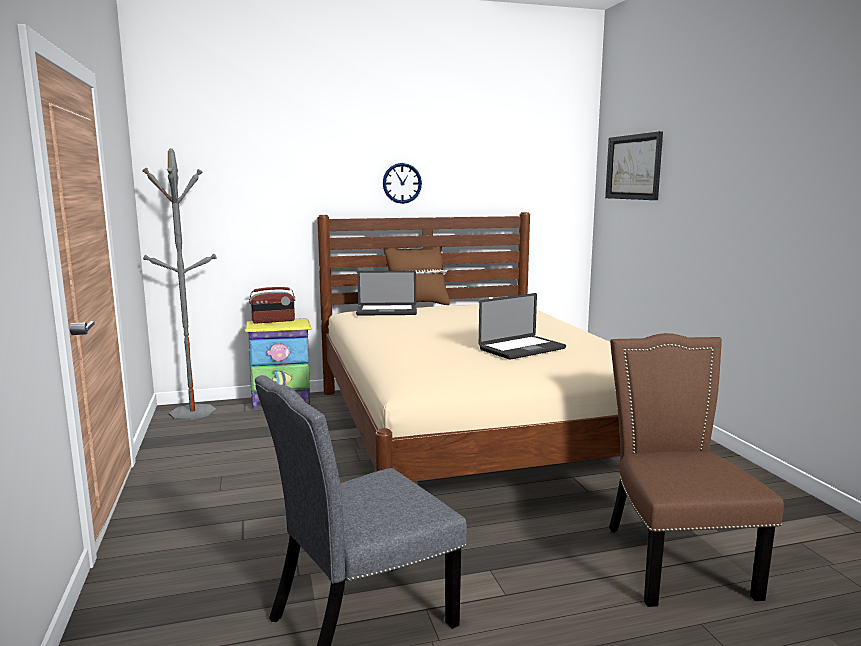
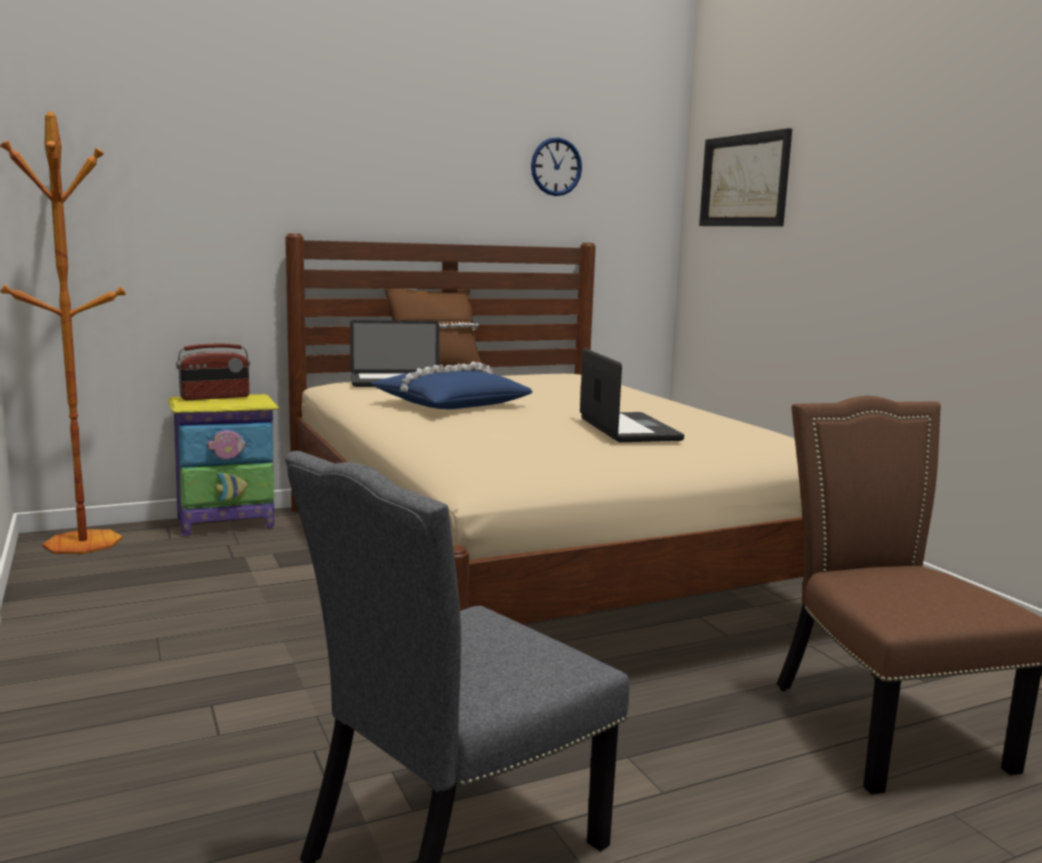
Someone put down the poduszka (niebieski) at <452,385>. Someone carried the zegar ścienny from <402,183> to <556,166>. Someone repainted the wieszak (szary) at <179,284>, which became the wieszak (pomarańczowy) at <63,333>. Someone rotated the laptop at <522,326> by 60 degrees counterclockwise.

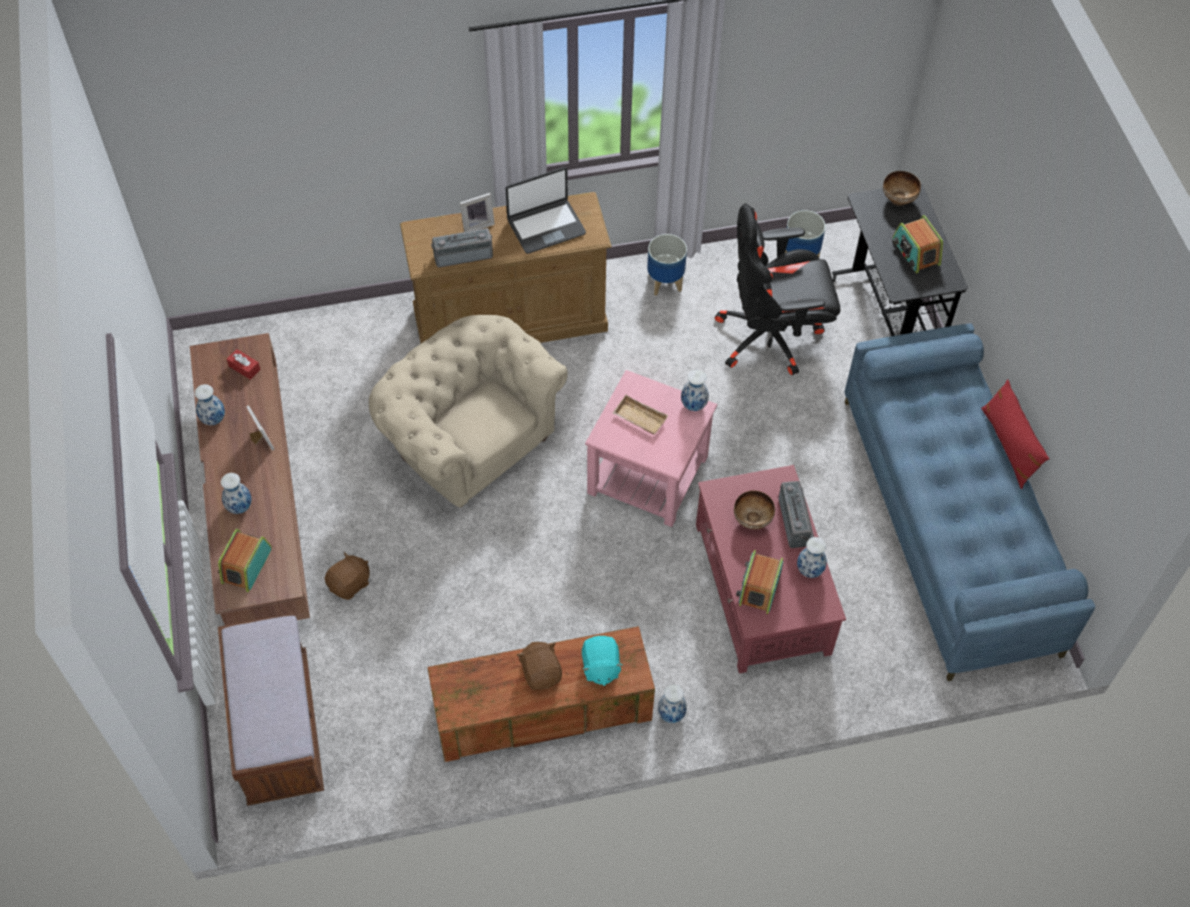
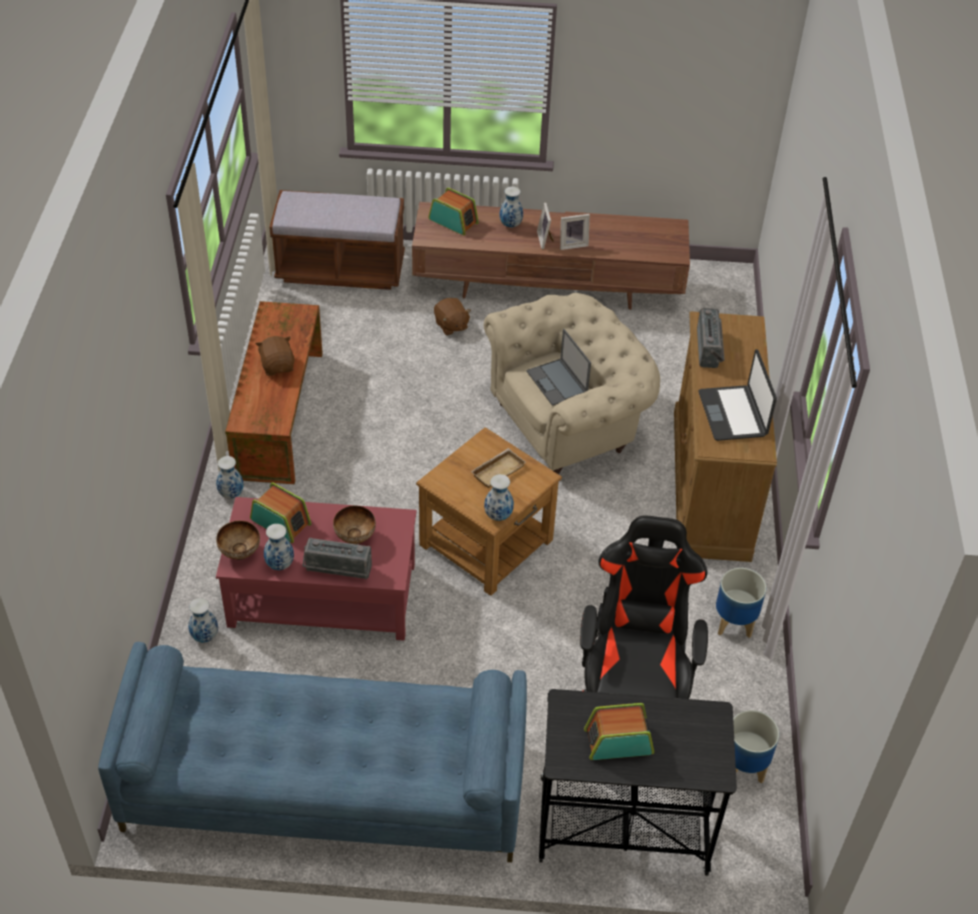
Someone took away the pudełko chusteczek (czerwony) at <244,364>. Someone took away the pluszak (turkusowy) at <602,661>. Someone took away the poduszka (czerwony) at <1015,434>. Someone put down the laptop at <558,367>. Someone carried the wazon from <210,404> to <203,620>. Someone carried the ramka na zdjęcie from <477,212> to <545,226>. Someone carried the miska from <902,188> to <238,540>. Someone repainted the stolik (różowy) at <651,448>, which became the stolik (brązowy) at <489,511>. Someone rotated the pluszak (brązowy) at <539,666> by 105 degrees counterclockwise.

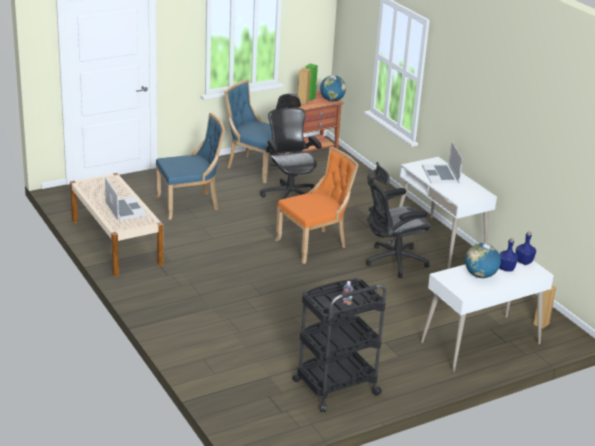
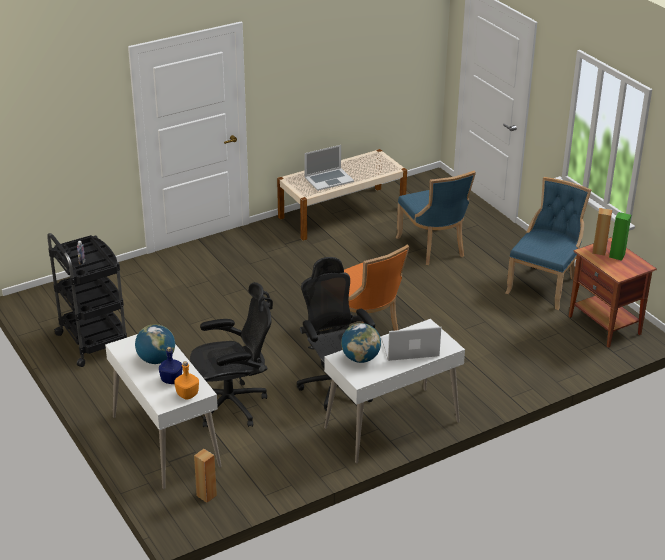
Someone carried the krzesło biurowe from <291,146> to <231,354>. Someone carried the globus from <333,88> to <361,343>. Someone repainted the butelka (niebieski) at <526,248>, which became the butelka (pomarańczowy) at <186,380>.

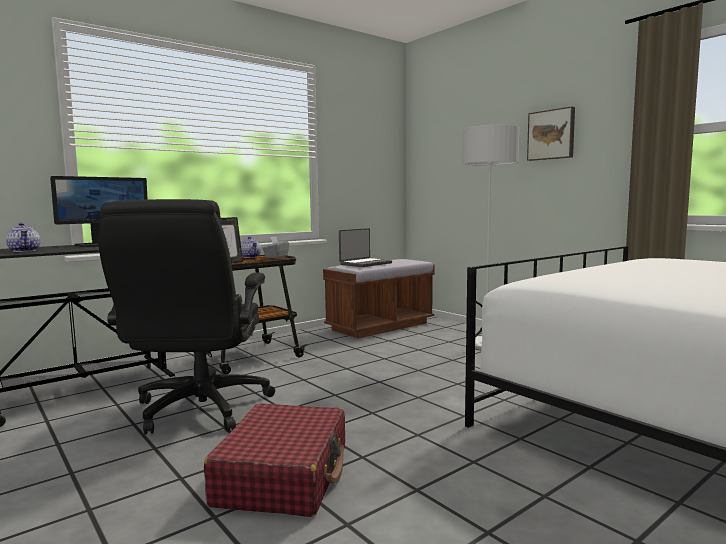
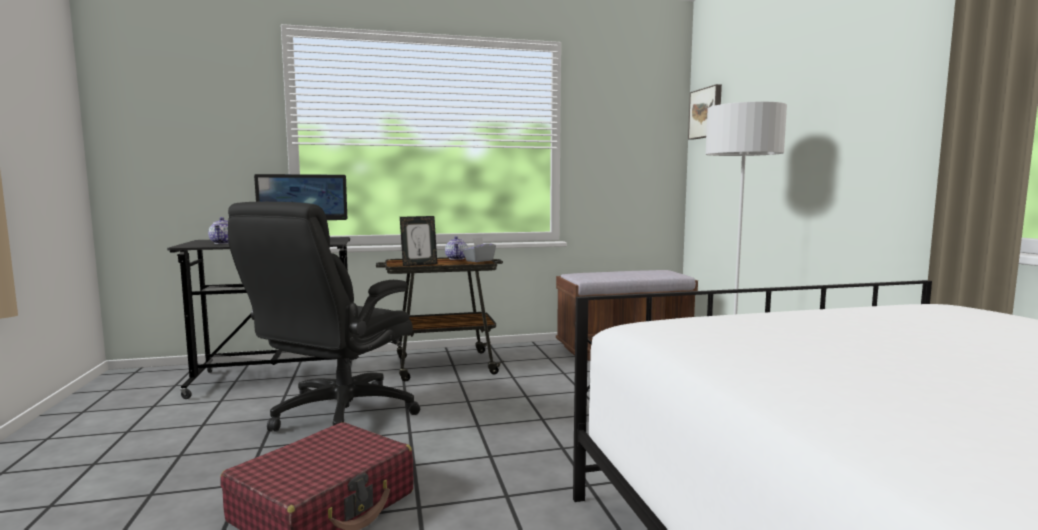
Someone took away the laptop at <365,247>. Someone carried the obraz from <551,133> to <705,112>.

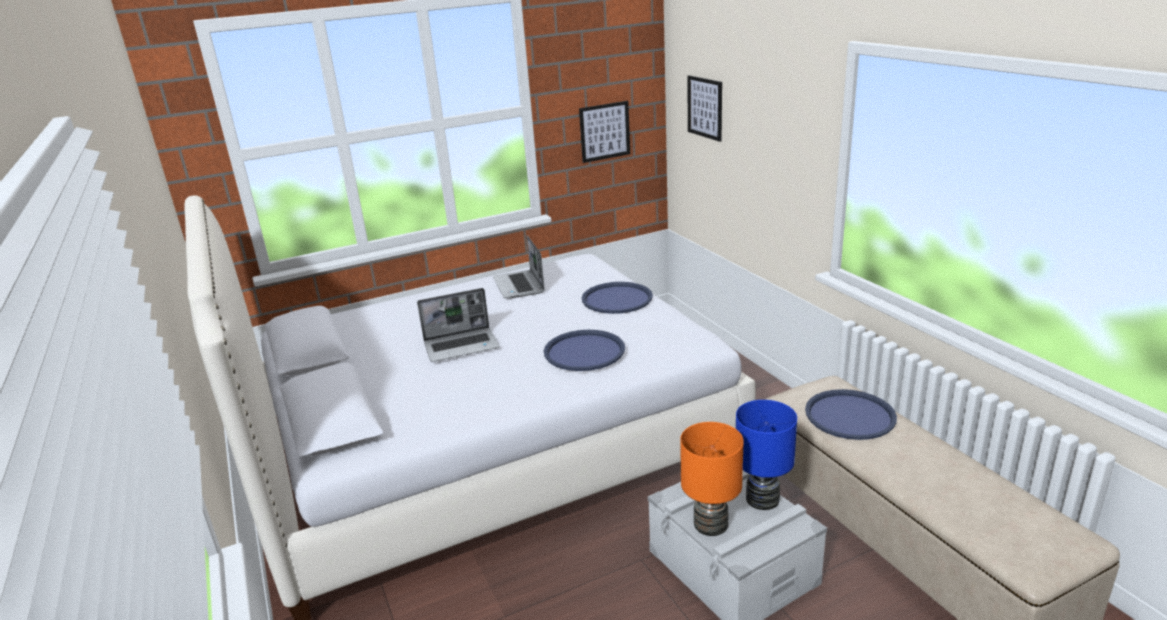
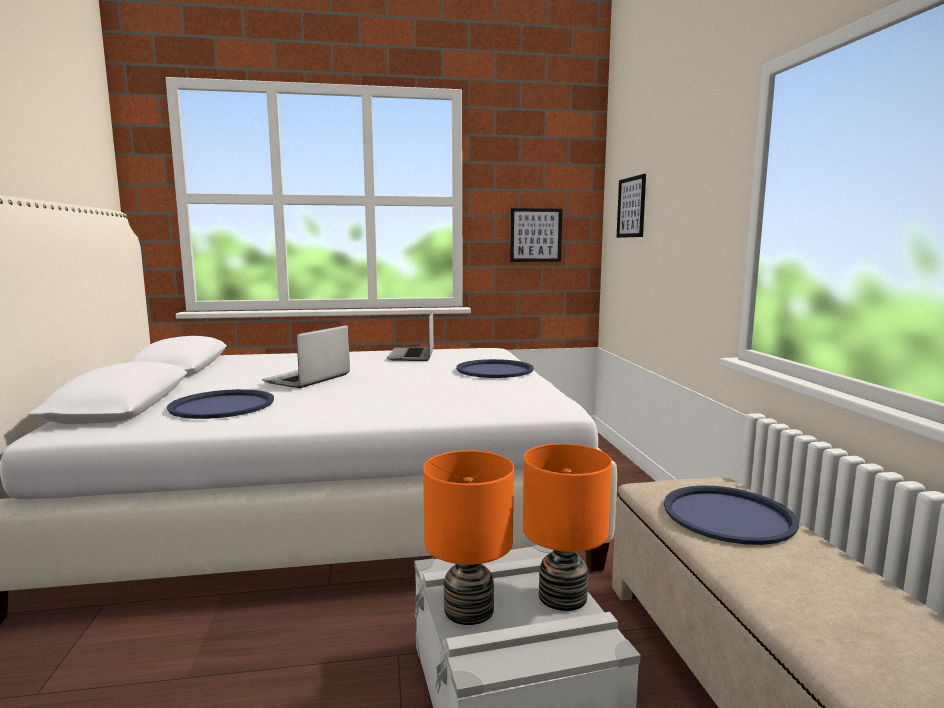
Someone carried the taca (niebieski) from <584,350> to <220,404>. Someone repainted the lampa stołowa (niebieski) at <766,455>, which became the lampa stołowa (pomarańczowy) at <567,527>. Someone rotated the laptop at <458,325> by 120 degrees clockwise.

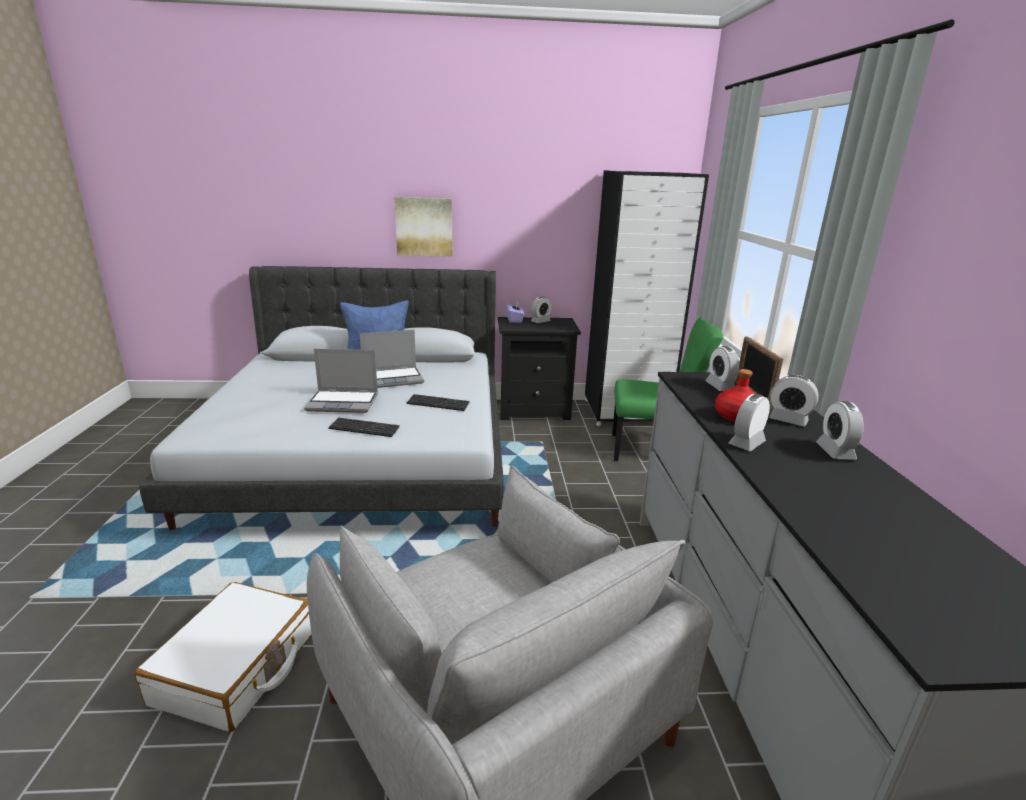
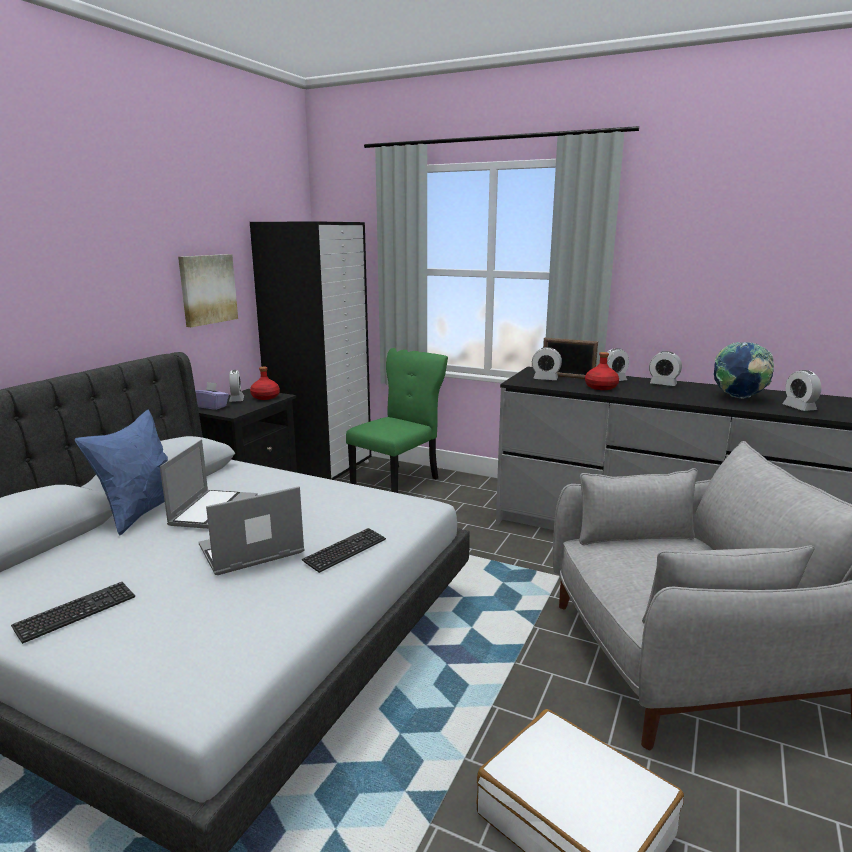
Someone put down the butelka (czerwony) at <265,383>. Someone put down the globus at <744,370>. Someone carried the obraz from <423,227> to <208,290>. Someone carried the klawiatura from <438,402> to <73,613>. Someone carried the budzik from <749,422> to <801,390>. Someone rotated the laptop at <341,381> by 150 degrees counterclockwise.

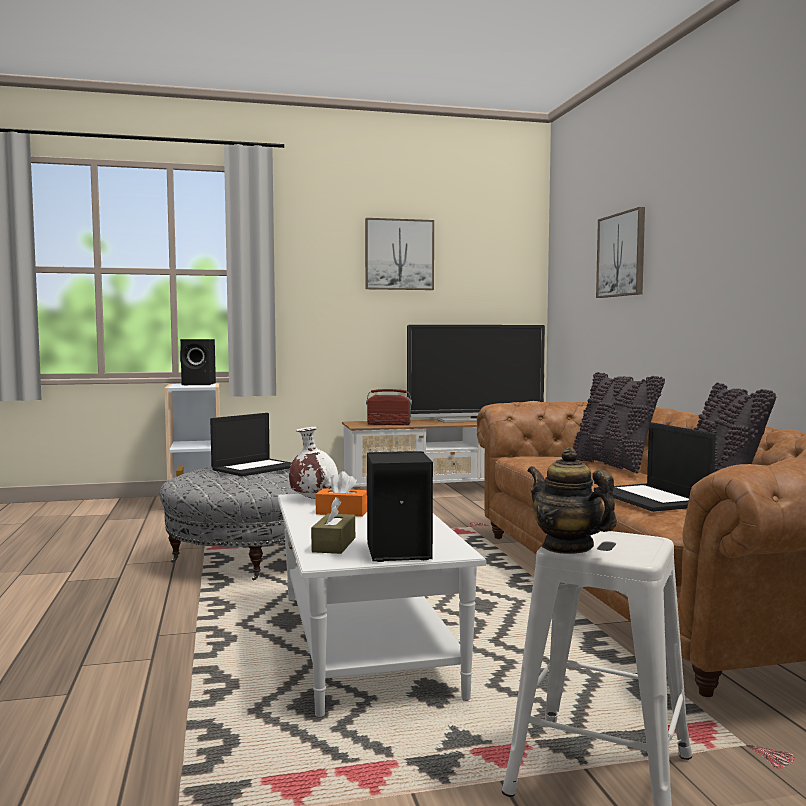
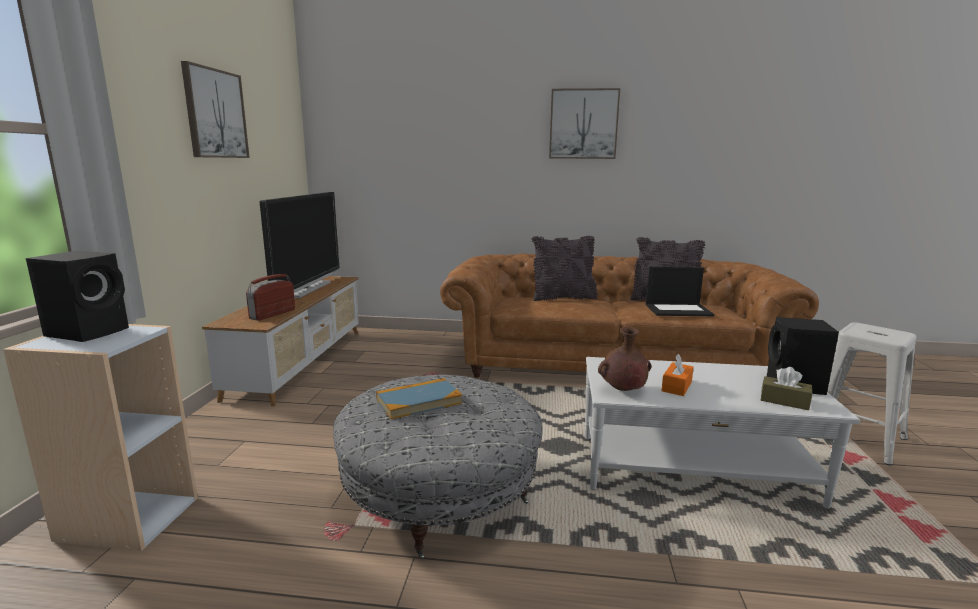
Someone took away the imbryk at <572,500>. Someone carried the obraz from <620,252> to <584,123>. Someone swapped the laptop at <251,445> for the książka at <419,398>. Someone repainted the wazon (biały) at <313,463>, which became the wazon (brązowy) at <624,358>.

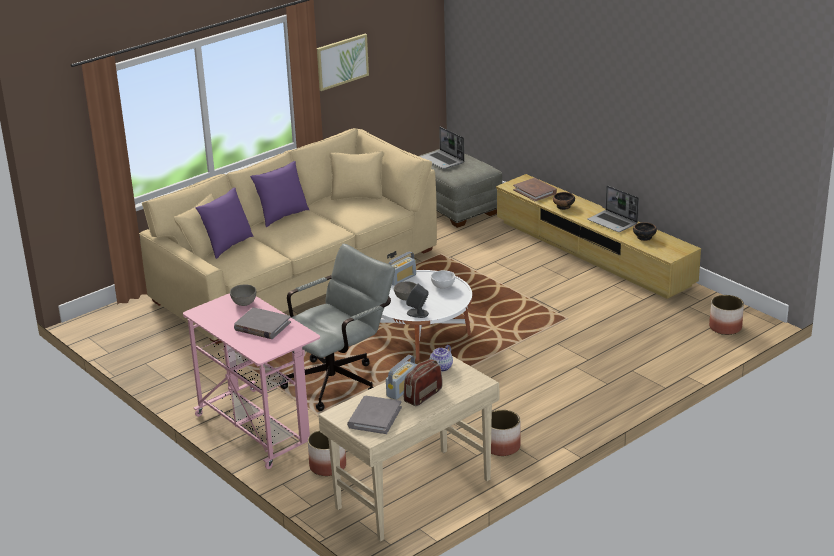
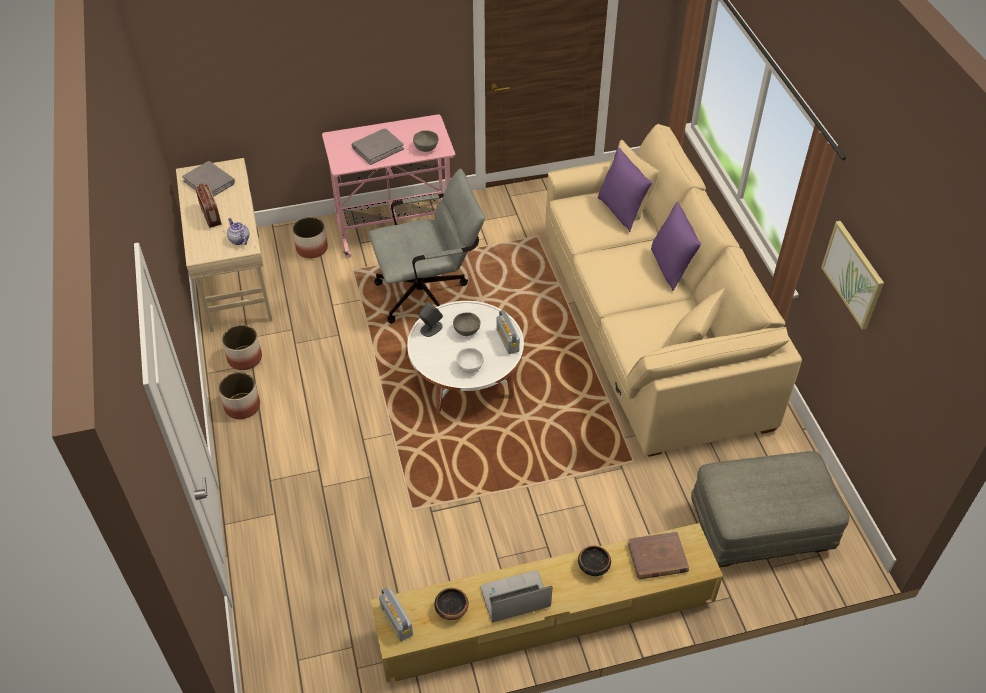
Someone took away the laptop at <442,148>. Someone carried the radio from <401,377> to <396,614>. Someone carried the donica from <726,315> to <239,395>. Someone rotated the krzesło biurowe (szary) at <337,327> by 90 degrees counterclockwise.

